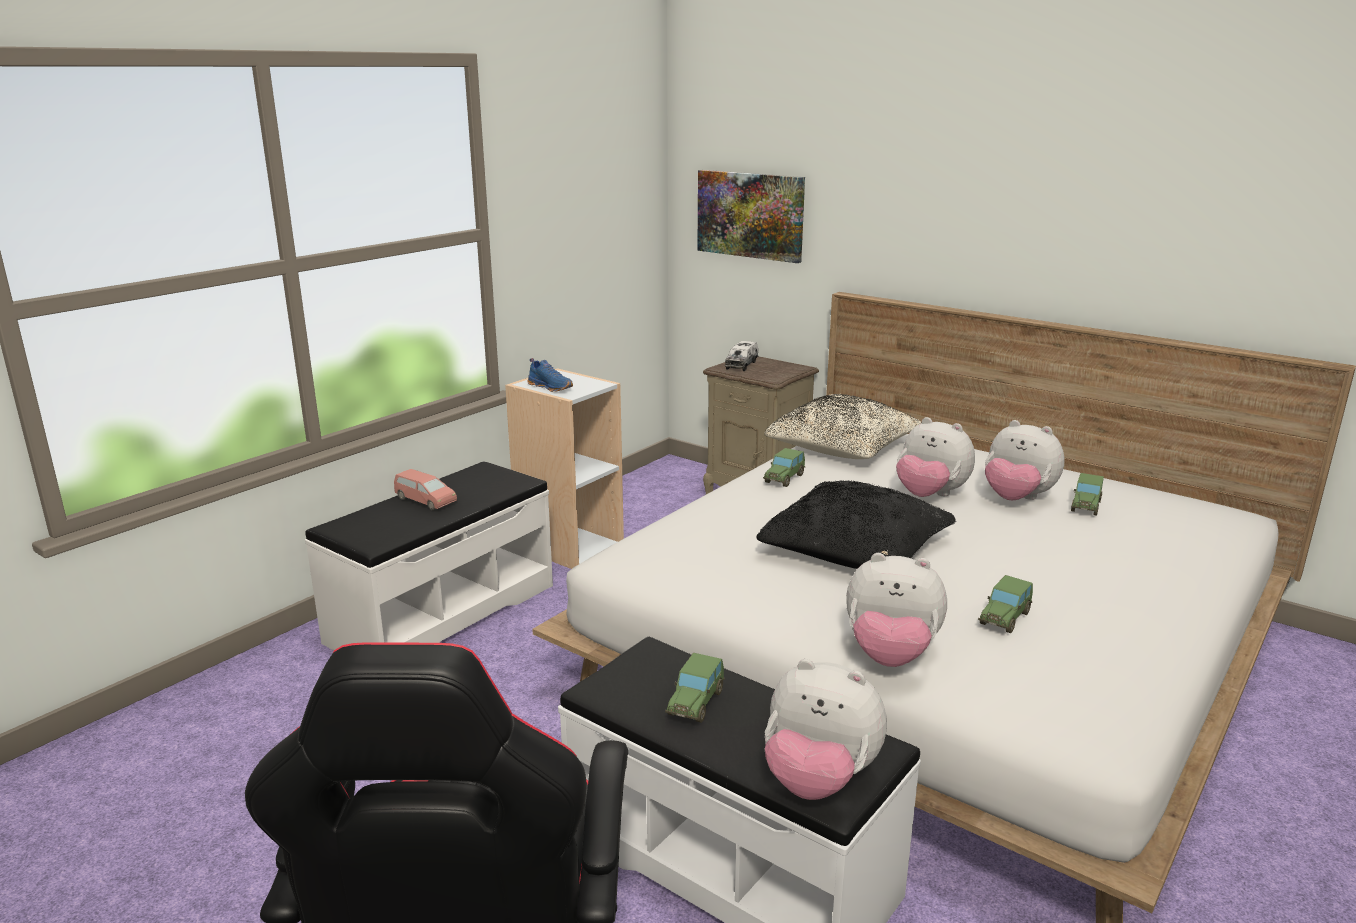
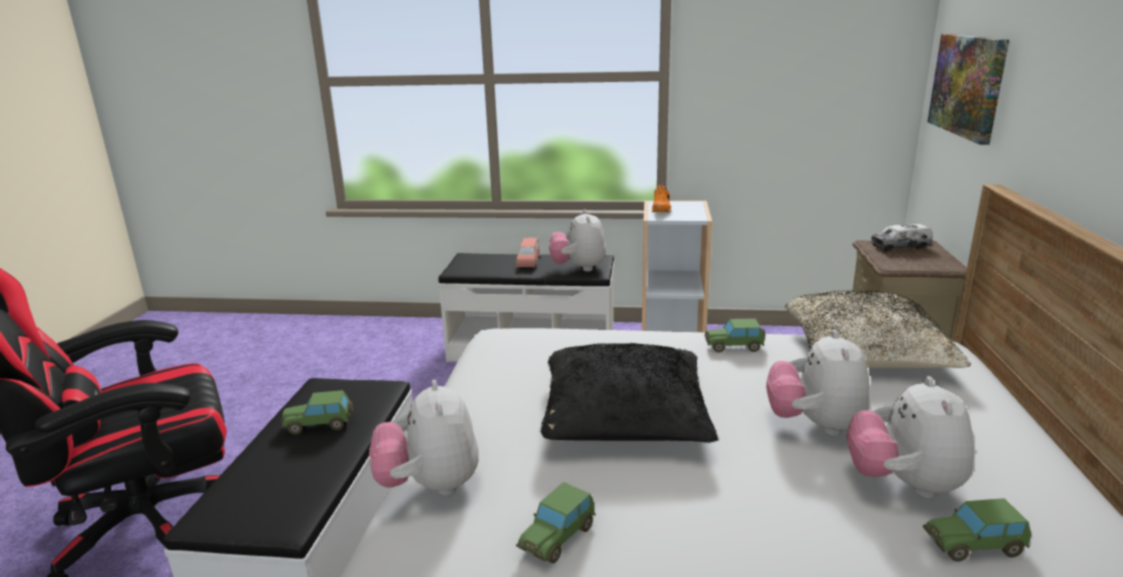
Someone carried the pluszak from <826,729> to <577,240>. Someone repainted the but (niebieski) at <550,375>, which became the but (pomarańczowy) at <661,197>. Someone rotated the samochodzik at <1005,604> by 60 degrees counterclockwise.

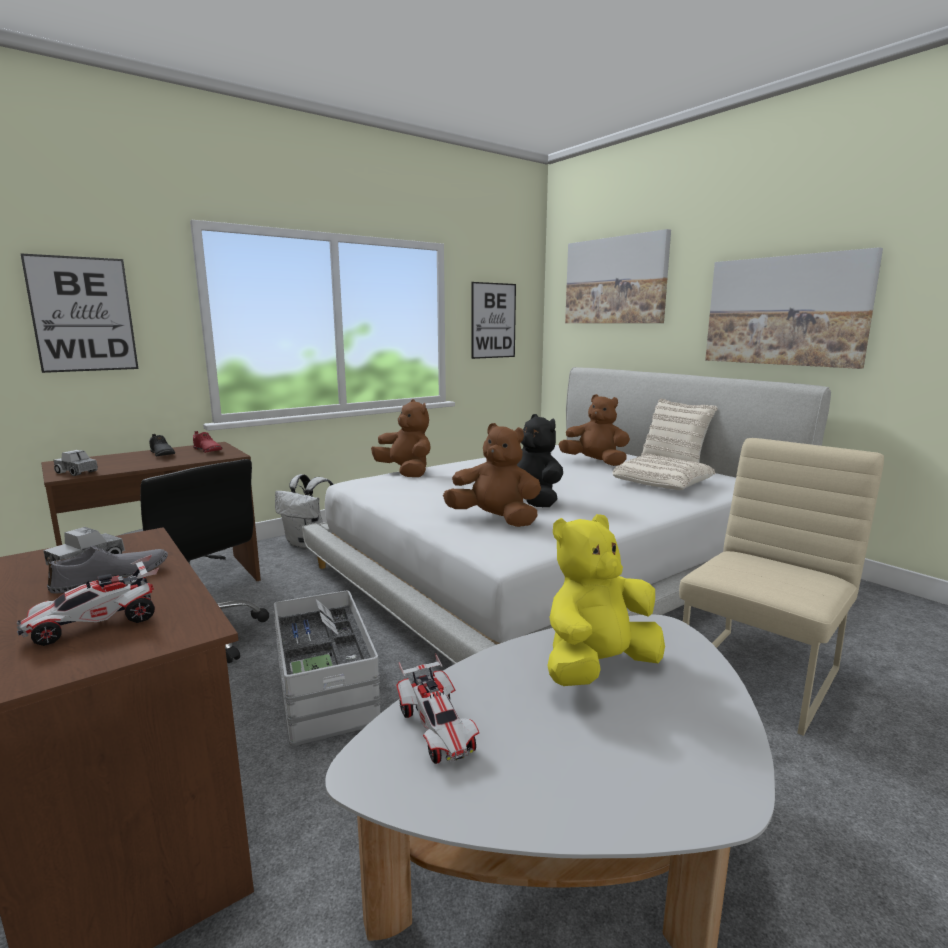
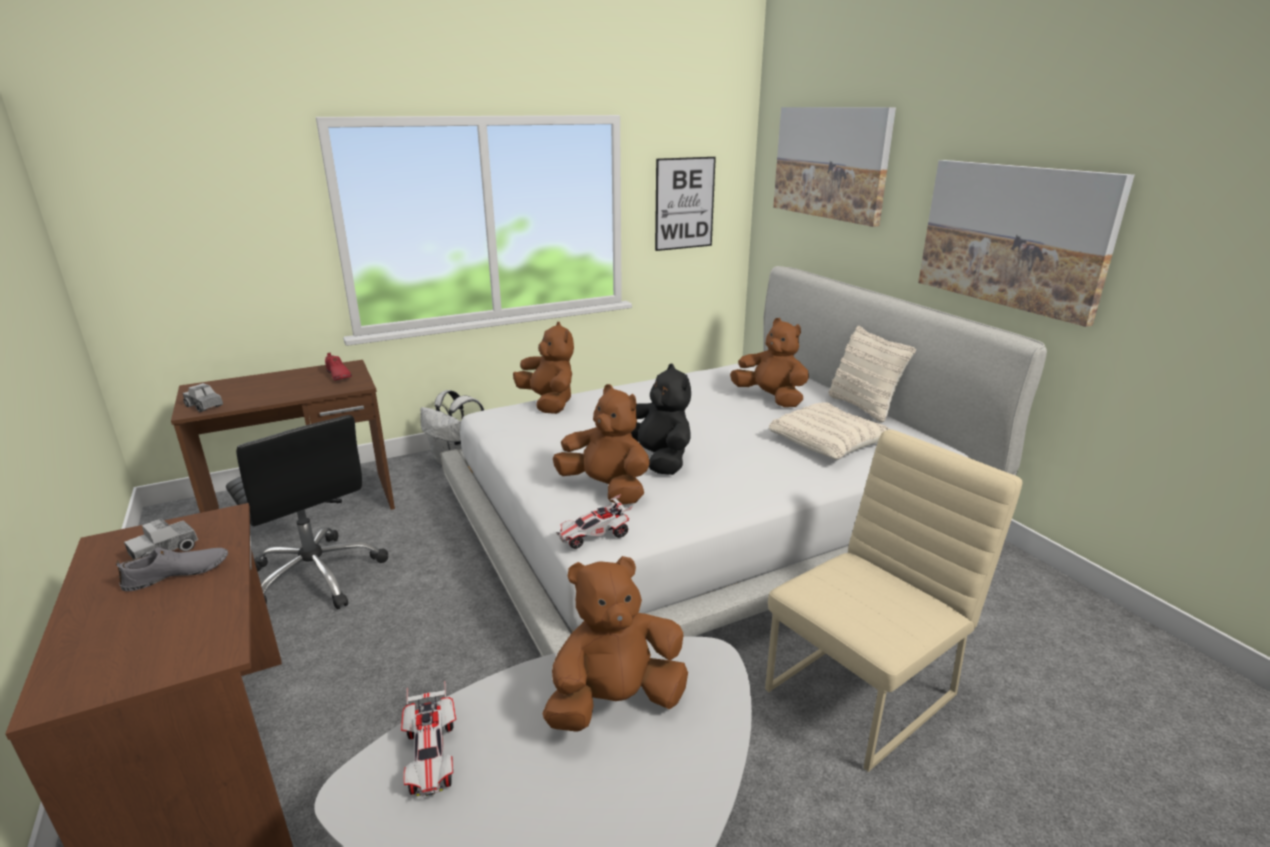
Someone took away the obraz at <79,313>. Someone took away the but (czarny) at <162,445>. Someone took away the pojemnik do przechowywania (szary) at <327,668>. Someone carried the samochodzik from <88,600> to <595,521>. Someone repainted the pluszak (żółty) at <606,600>, which became the pluszak (brązowy) at <615,644>.

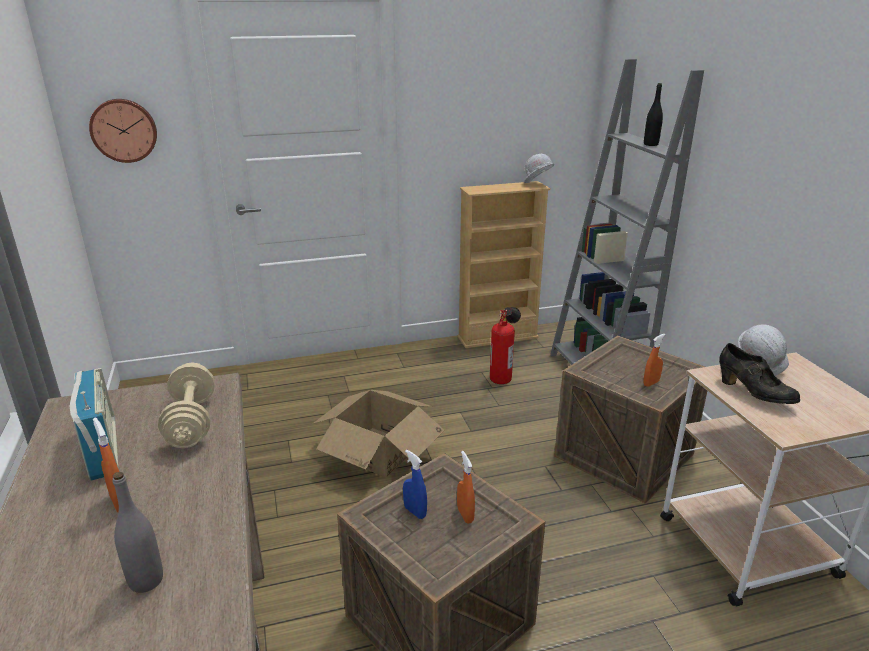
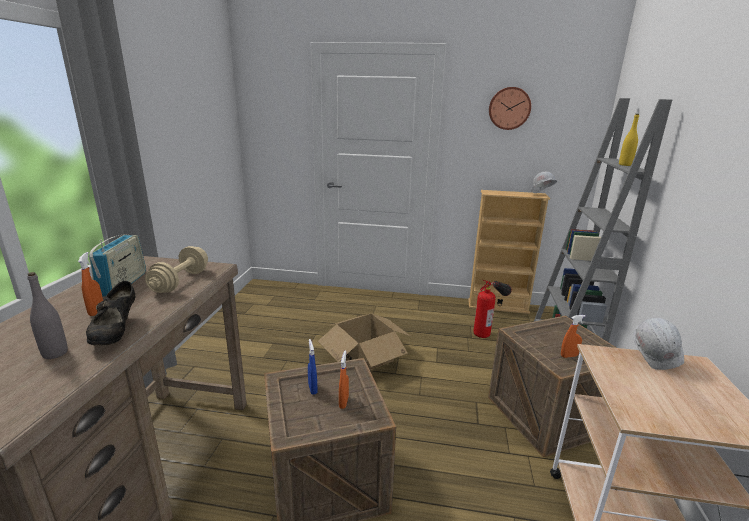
Someone carried the zegar ścienny from <123,131> to <510,108>. Someone carried the but (czarny) from <759,373> to <110,313>. Someone repainted the butelka (czarny) at <653,114>, which became the butelka (żółty) at <629,140>.

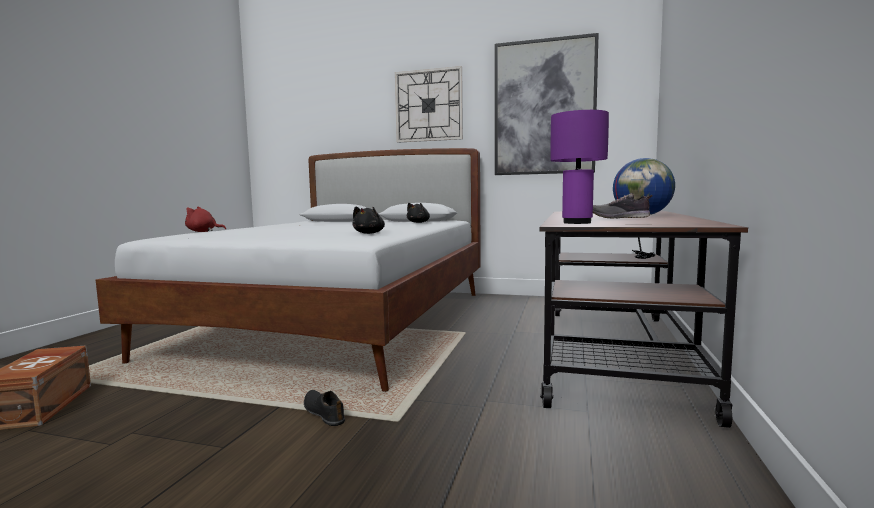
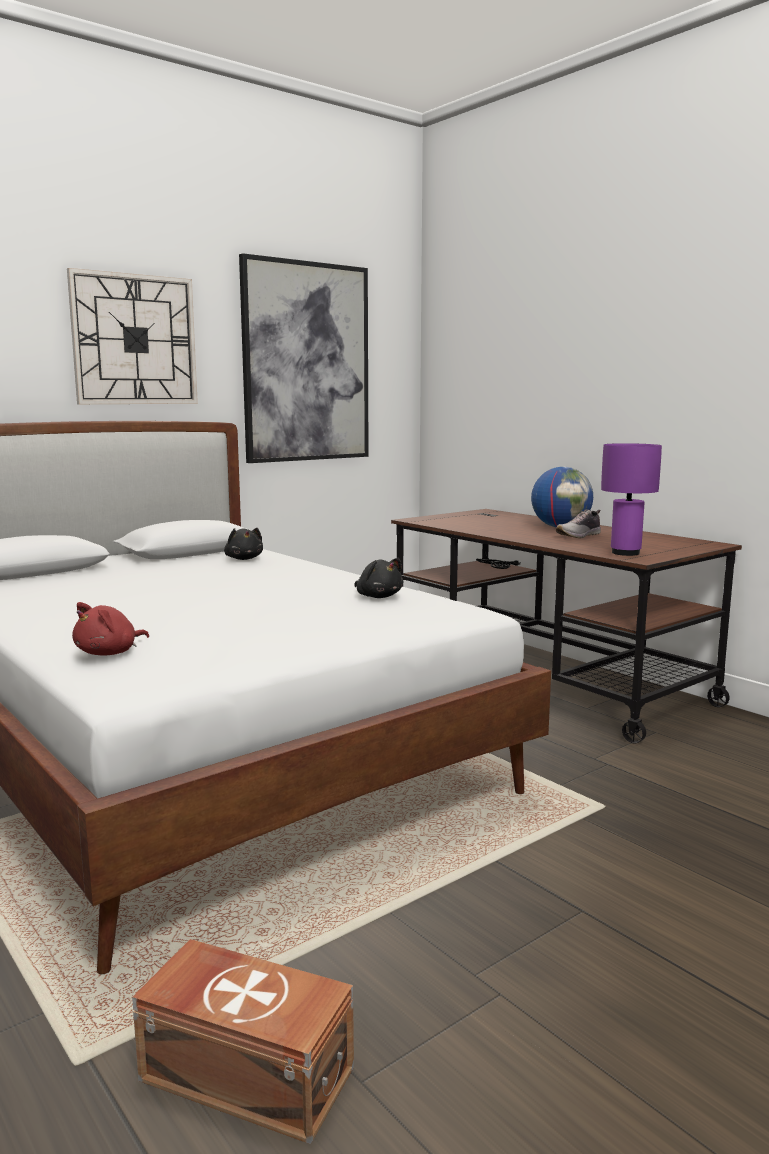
Someone took away the but (czarny) at <324,408>.

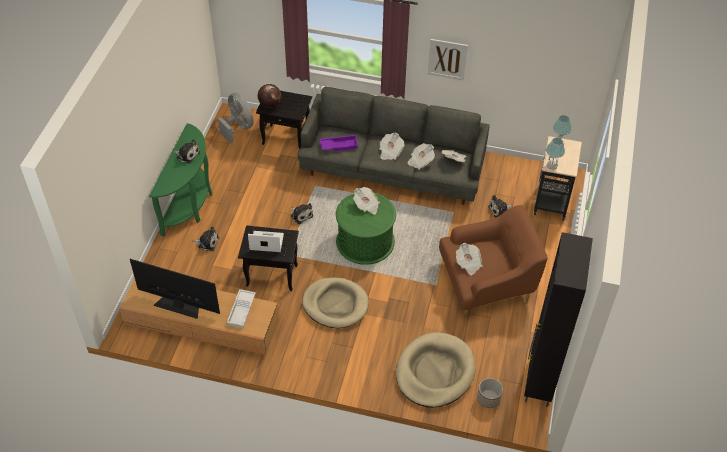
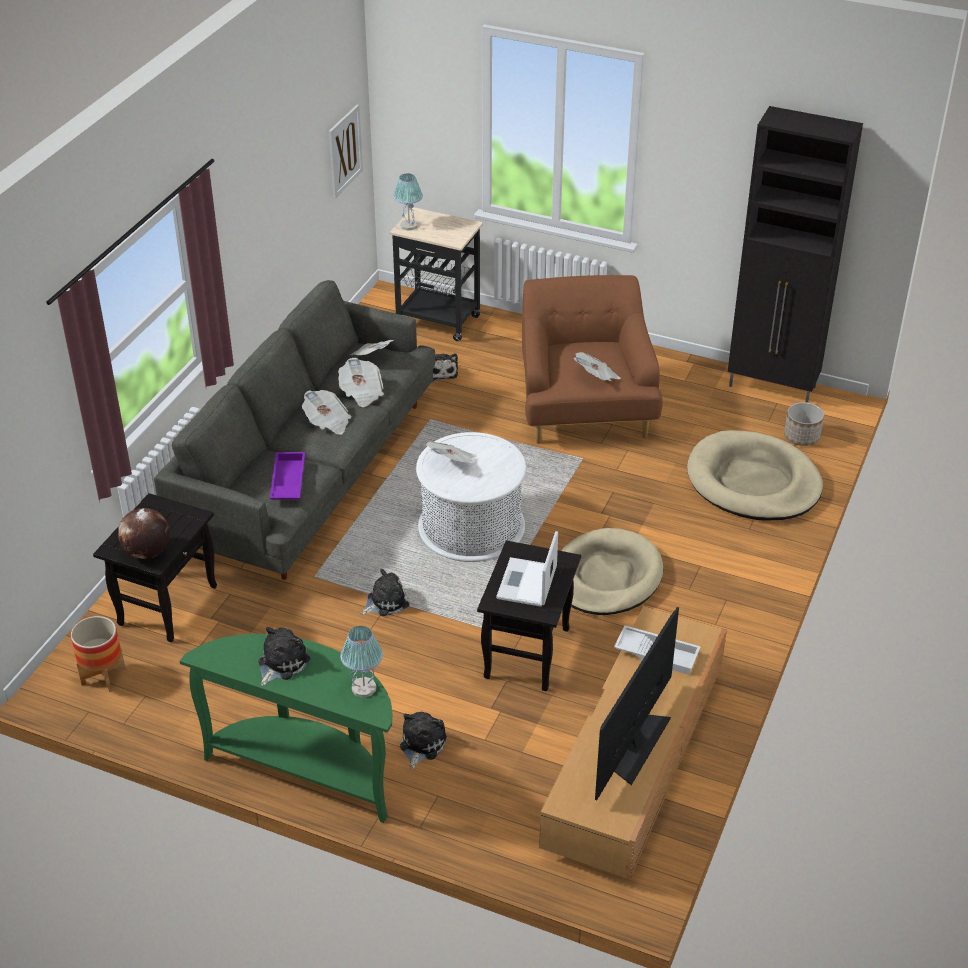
Someone carried the obraz from <448,60> to <346,152>. Someone carried the lampa stołowa from <555,154> to <361,662>. Someone swapped the wentylator (szary) at <236,118> for the donica at <98,654>. Someone repainted the ława (zielony) at <366,228>, which became the ława (biały) at <471,497>.

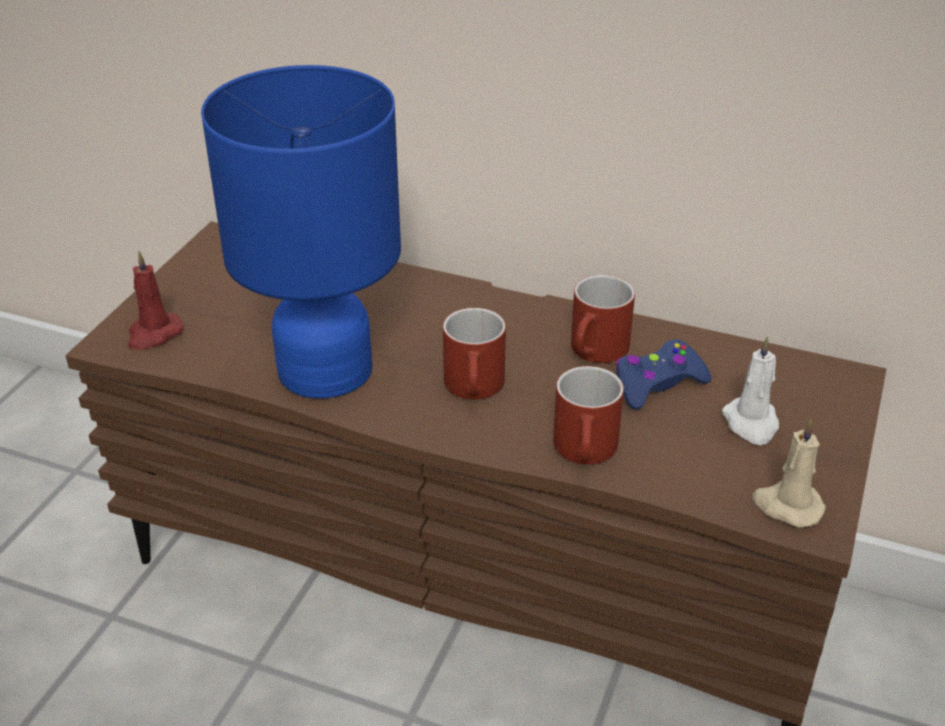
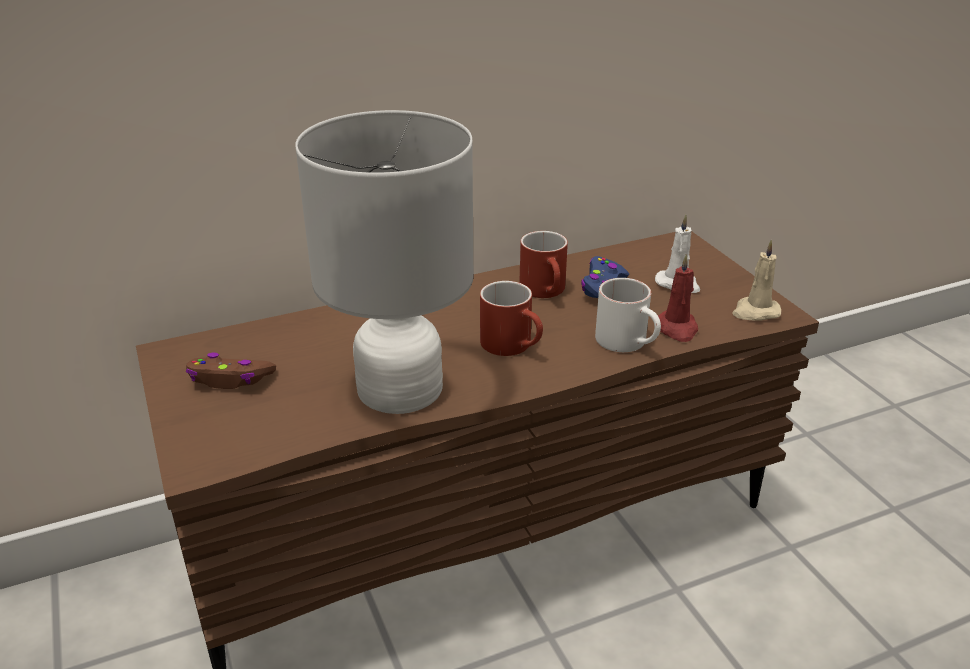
Someone put down the pad do gier (brązowy) at <231,370>. Someone carried the świeca (czerwony) from <155,300> to <678,298>. Someone repainted the lampa stołowa (niebieski) at <301,232>, which became the lampa stołowa (szary) at <384,262>. Someone repainted the kubek (czerwony) at <588,415>, which became the kubek (biały) at <628,315>.

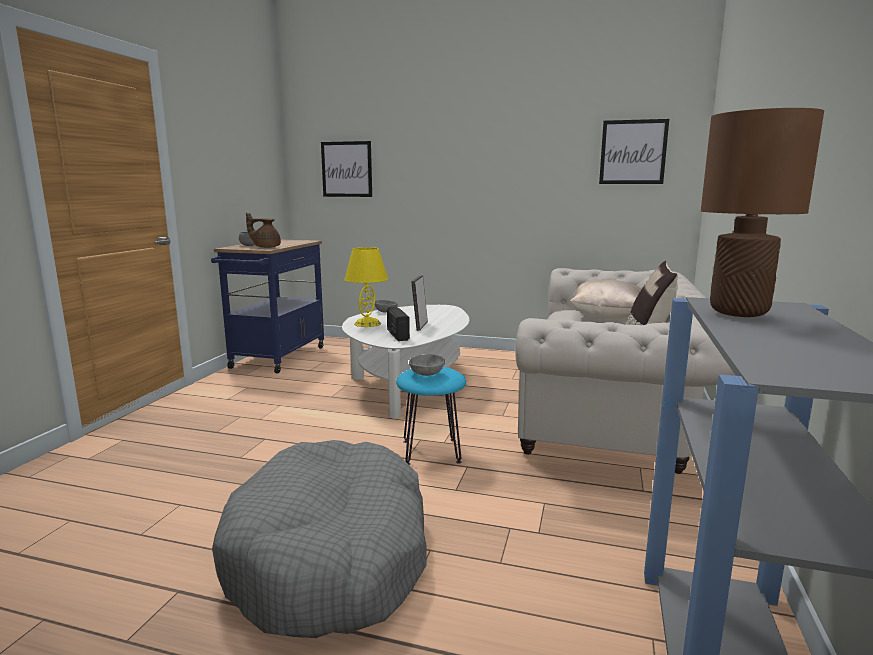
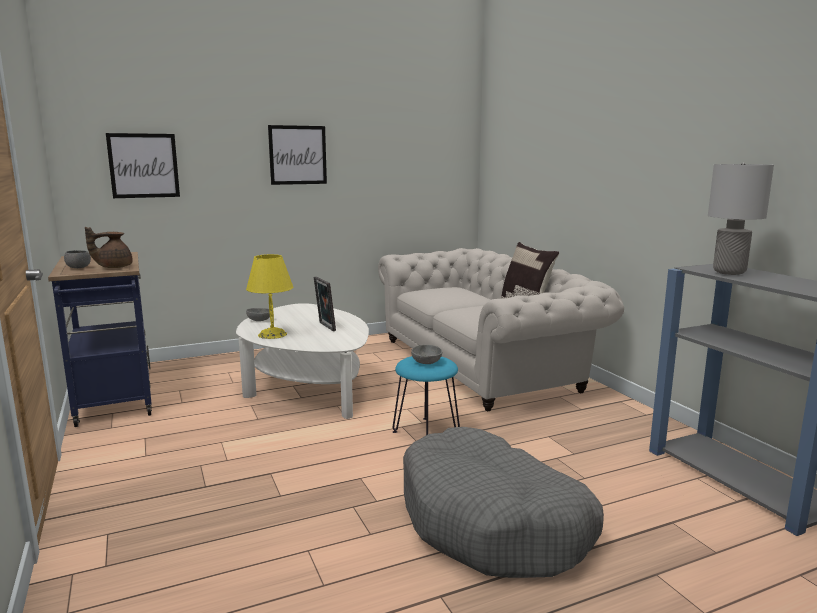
Someone took away the radio at <398,324>. Someone took away the poduszka (beżowy) at <605,299>. Someone carried the obraz from <634,151> to <297,155>. Someone repainted the lampa stołowa (brązowy) at <762,212>, which became the lampa stołowa (szary) at <741,219>.

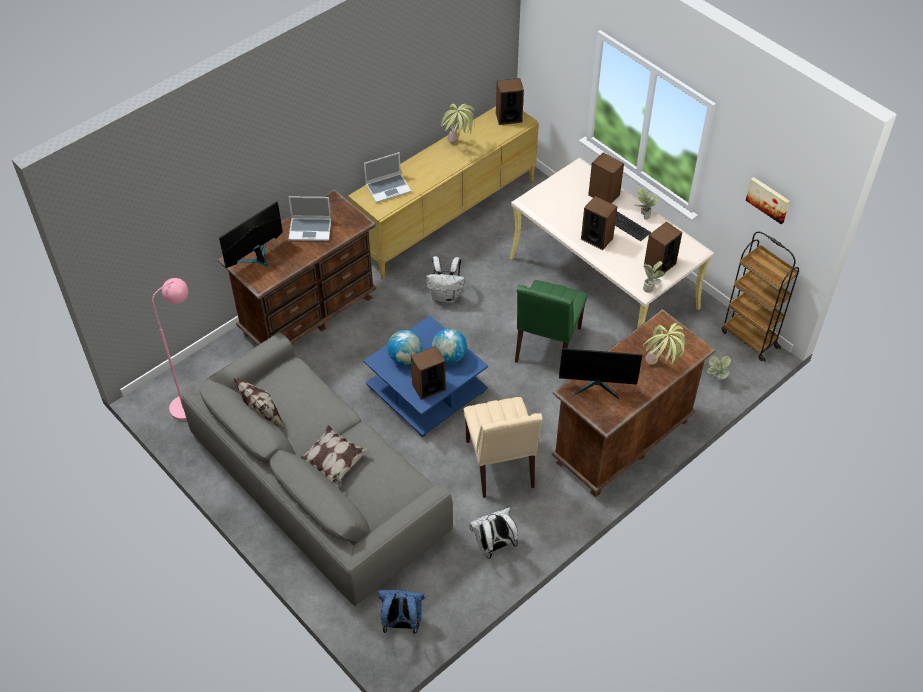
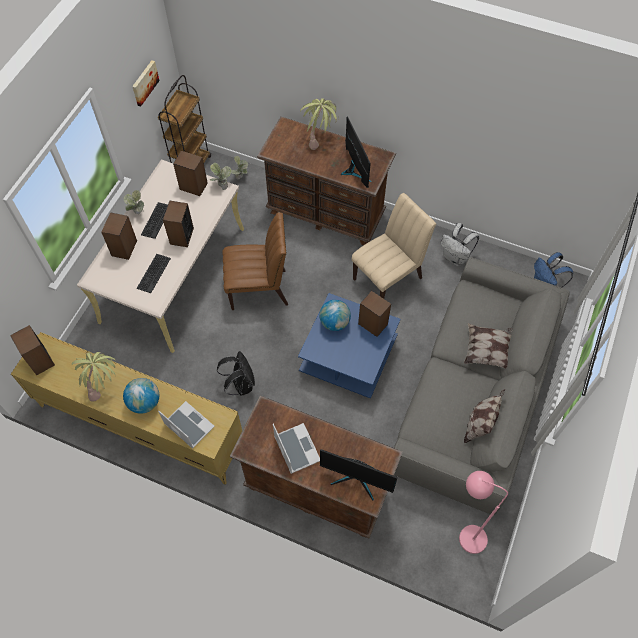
Someone put down the klawiatura at <154,273>. Someone carried the globus from <404,347> to <141,396>. Someone repainted the plecak (biały) at <445,279>, which became the plecak (czarny) at <236,373>. Someone repainted the krzesło (zielony) at <551,326>, which became the krzesło (brązowy) at <255,261>.

